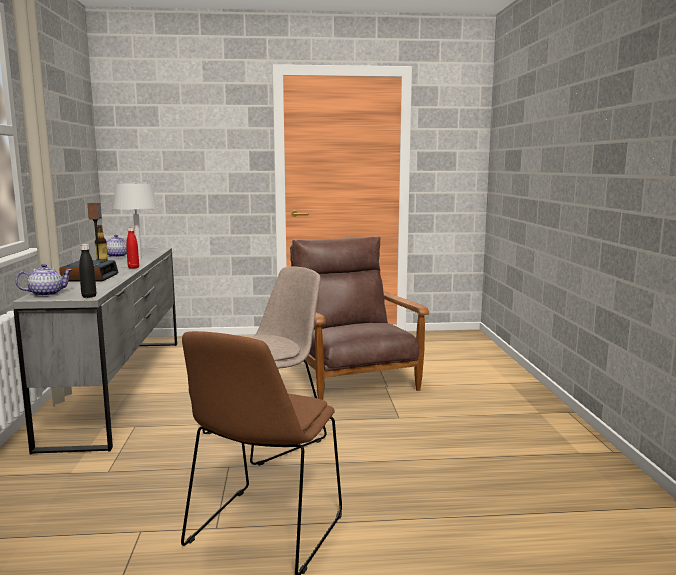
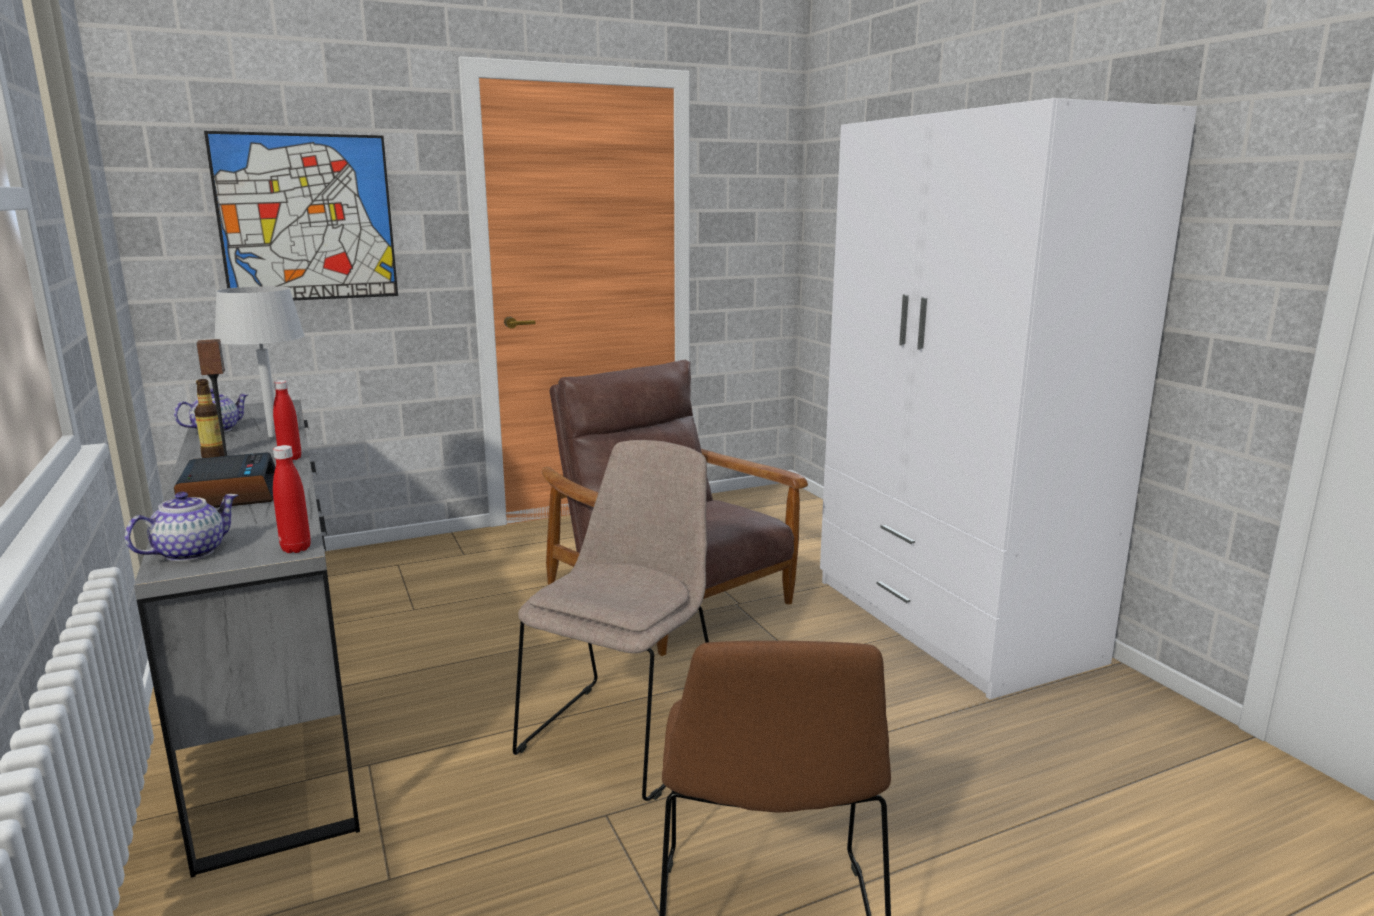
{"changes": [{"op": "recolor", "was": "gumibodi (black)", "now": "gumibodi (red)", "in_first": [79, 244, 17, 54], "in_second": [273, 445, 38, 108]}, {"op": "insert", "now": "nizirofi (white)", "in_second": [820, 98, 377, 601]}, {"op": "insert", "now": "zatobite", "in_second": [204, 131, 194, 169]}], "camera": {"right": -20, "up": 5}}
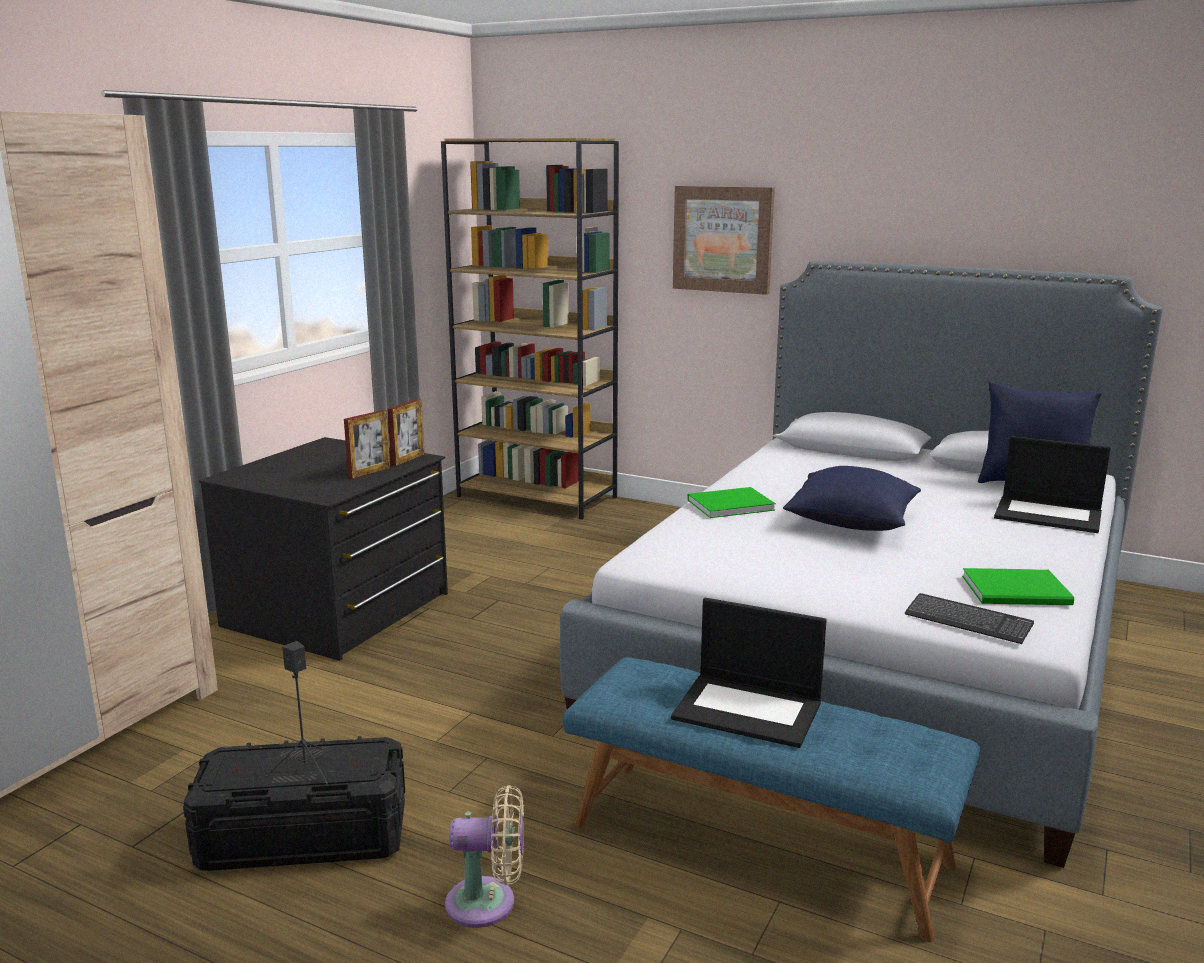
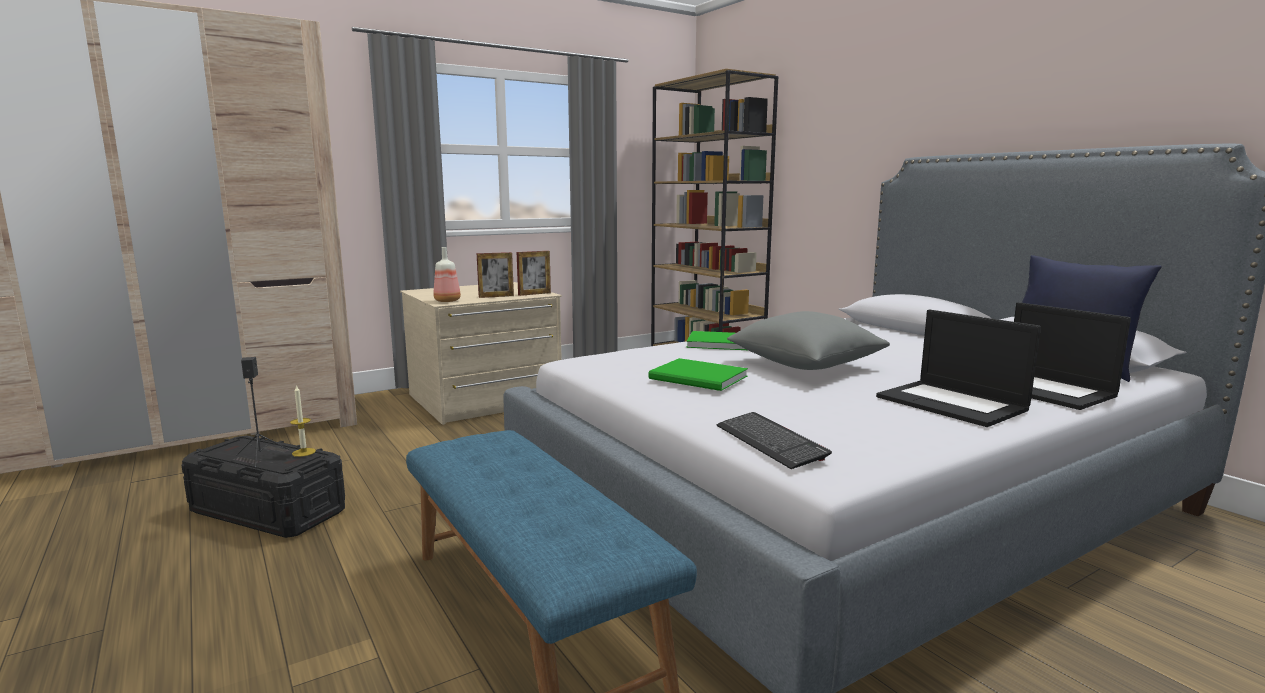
{"changes": [{"op": "delete", "was": "zatobite", "in_first": [673, 186, 102, 109]}, {"op": "recolor", "was": "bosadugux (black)", "now": "bosadugux (beige)", "in_first": [199, 437, 249, 224], "in_second": [400, 282, 162, 143]}, {"op": "recolor", "was": "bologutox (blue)", "now": "bologutox (grey)", "in_first": [783, 466, 138, 65], "in_second": [727, 311, 163, 59]}, {"op": "move", "was": "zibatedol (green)", "in_first": [962, 568, 112, 37], "in_second": [649, 358, 99, 33]}, {"op": "move", "was": "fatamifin", "in_first": [671, 598, 156, 150], "in_second": [876, 310, 165, 117]}, {"op": "delete", "was": "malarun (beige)", "in_first": [445, 785, 79, 143]}, {"op": "insert", "now": "gumibodi", "in_second": [434, 247, 27, 55]}, {"op": "insert", "now": "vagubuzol", "in_second": [290, 385, 26, 72]}], "camera": {"right": 30, "up": -5}}
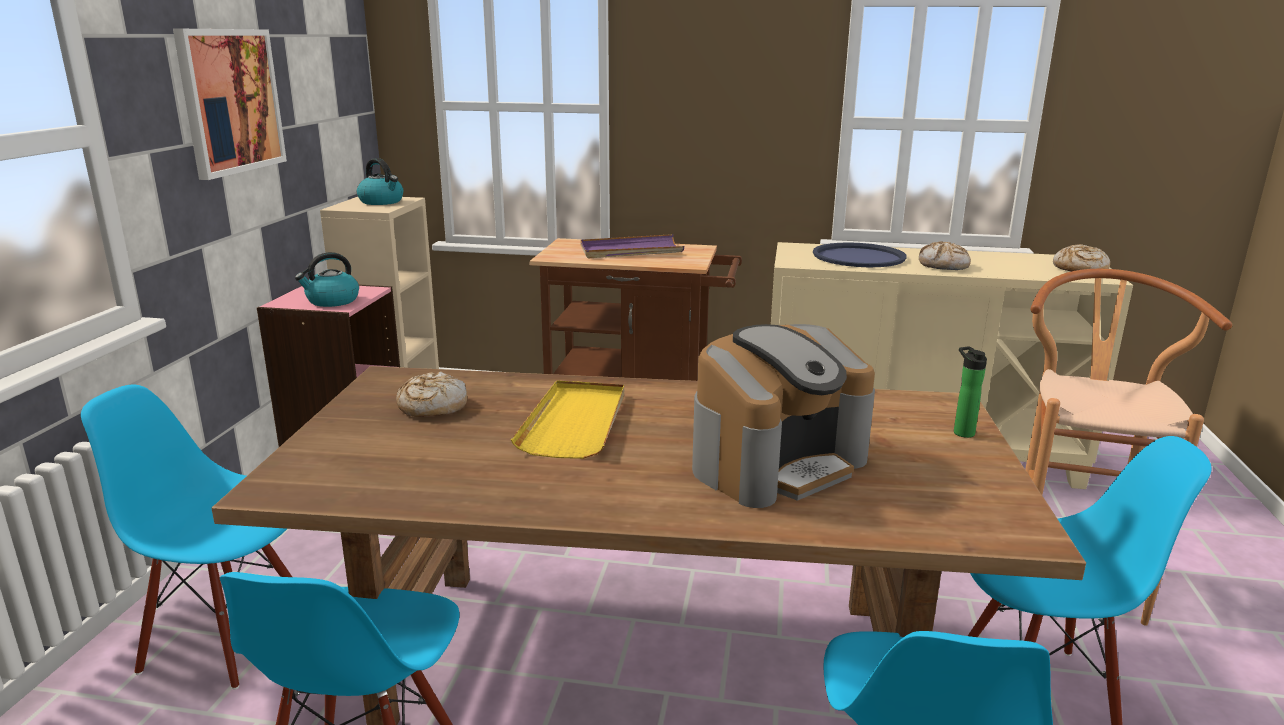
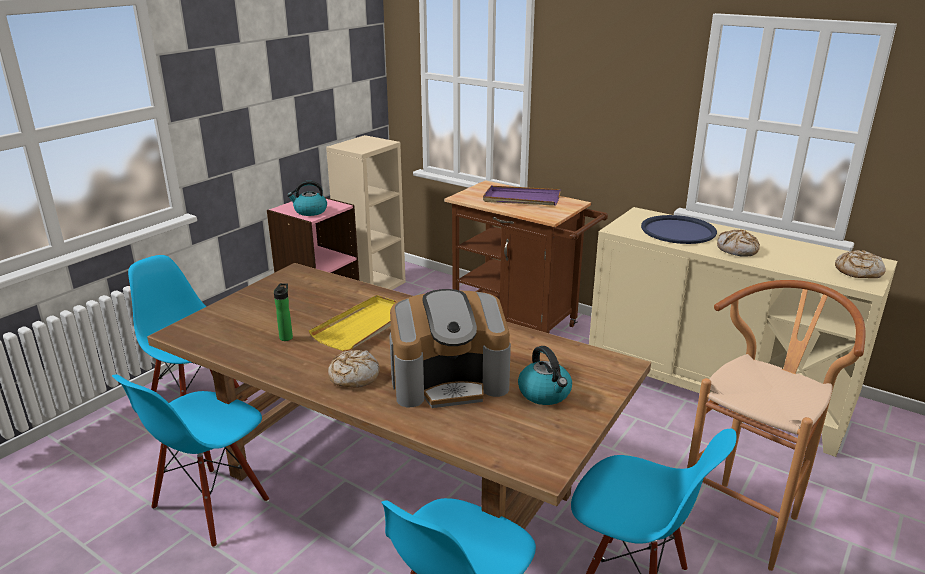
{"changes": [{"op": "delete", "was": "zatobite", "in_first": [173, 29, 114, 151]}, {"op": "move", "was": "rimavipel", "in_first": [357, 158, 46, 47], "in_second": [518, 346, 54, 59]}, {"op": "move", "was": "gumibodi", "in_first": [954, 346, 33, 92], "in_second": [274, 283, 19, 58]}, {"op": "move", "was": "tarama", "in_first": [396, 371, 71, 46], "in_second": [328, 350, 51, 38]}], "camera": {"right": 25, "up": 5}}
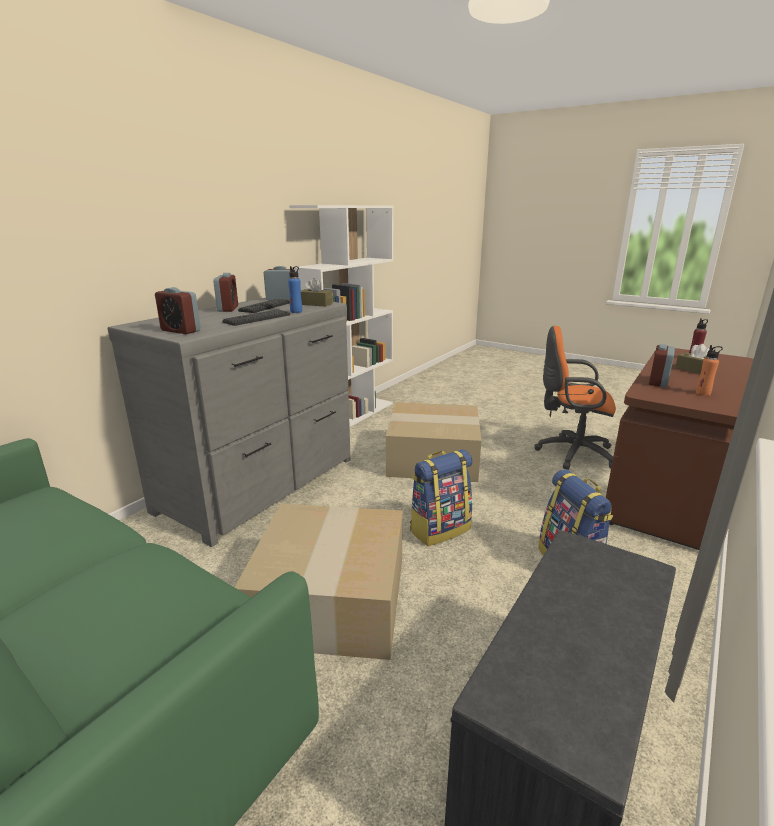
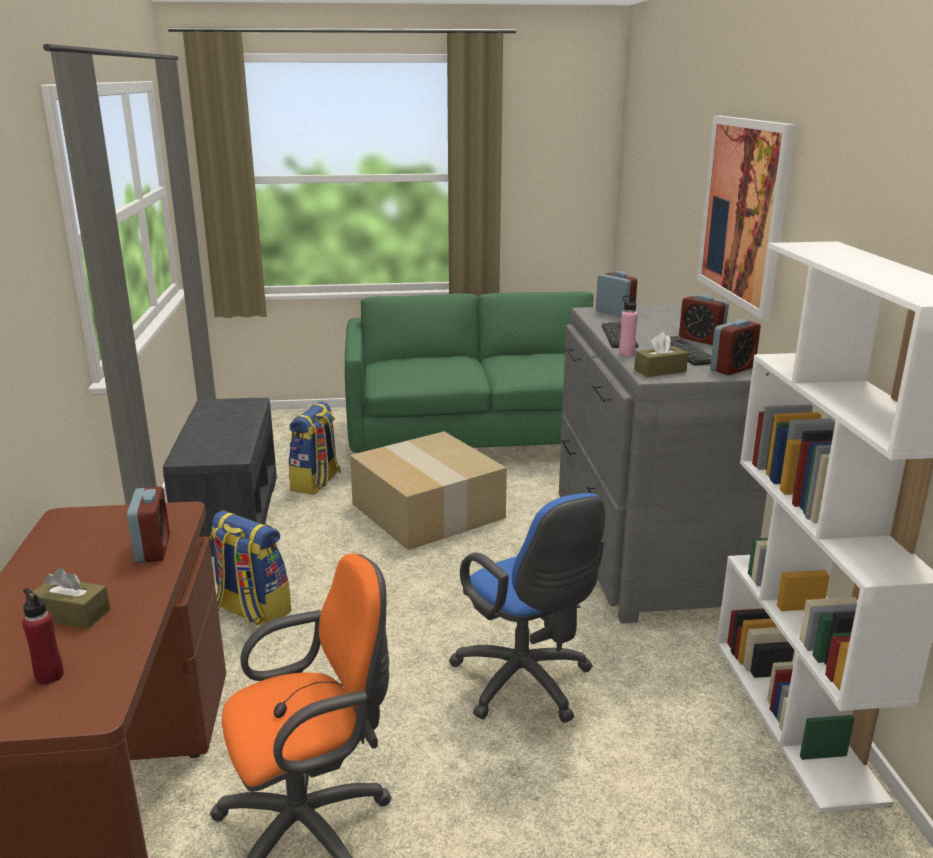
{"changes": [{"op": "recolor", "was": "gumibodi (blue)", "now": "gumibodi (pink)", "in_first": [288, 266, 14, 47], "in_second": [619, 295, 19, 61]}, {"op": "rotate", "was": "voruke", "in_first": [155, 287, 46, 47], "in_second": [596, 271, 41, 46], "clockwise": 60}, {"op": "delete", "was": "gumibodi (orange)", "in_first": [696, 345, 27, 51]}, {"op": "replace", "was": "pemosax", "now": "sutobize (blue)", "in_first": [386, 402, 95, 80], "in_second": [449, 493, 156, 230]}, {"op": "move", "was": "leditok", "in_first": [410, 449, 62, 97], "in_second": [289, 402, 52, 93]}, {"op": "insert", "now": "zatobite", "in_second": [697, 116, 99, 204]}], "camera": {"right": 140, "up": 0}}
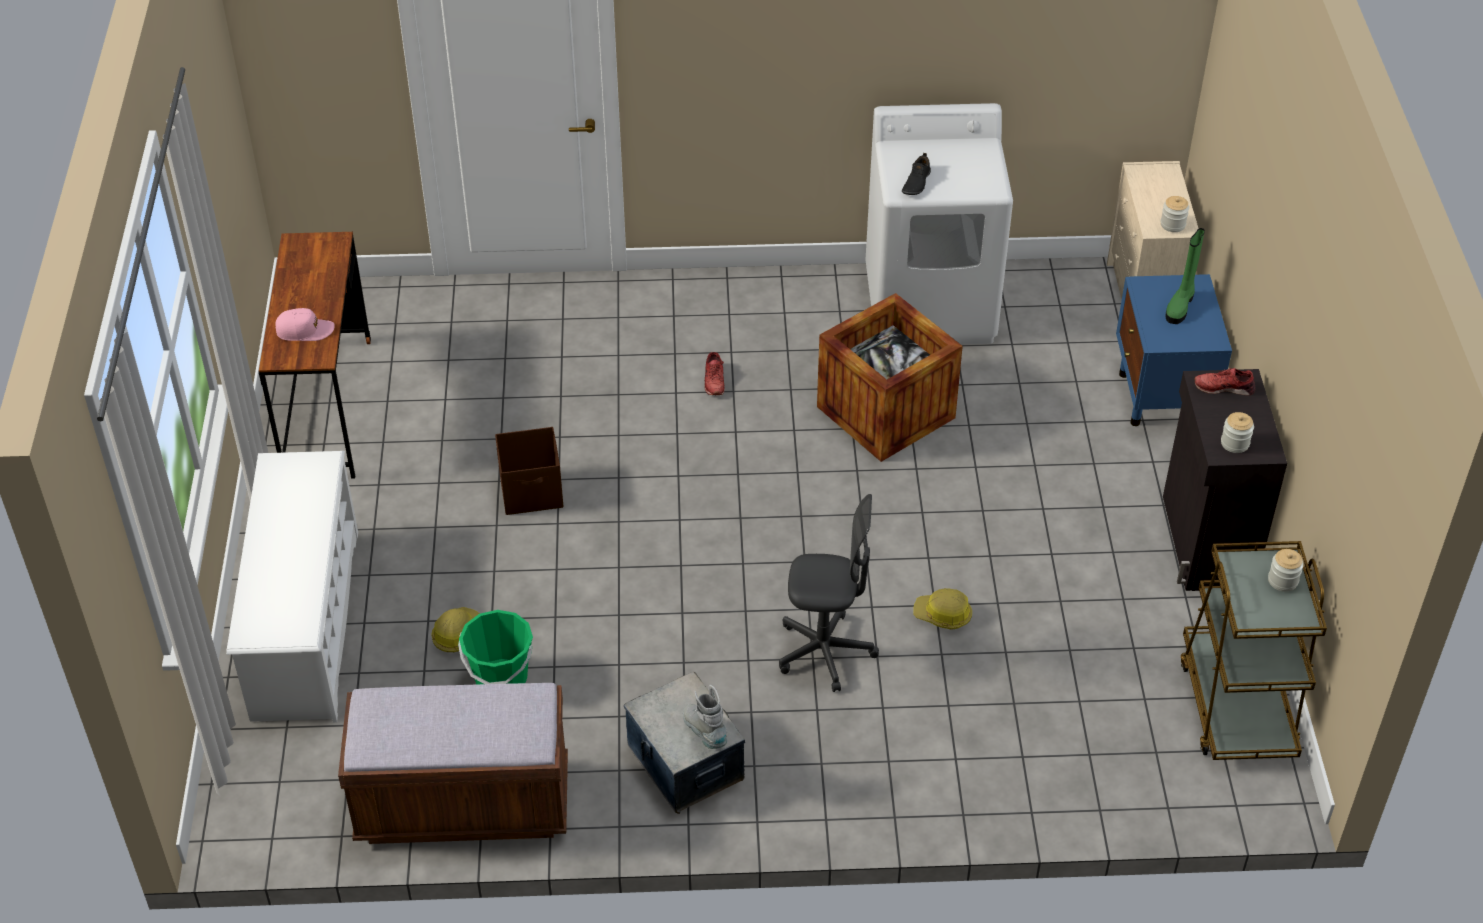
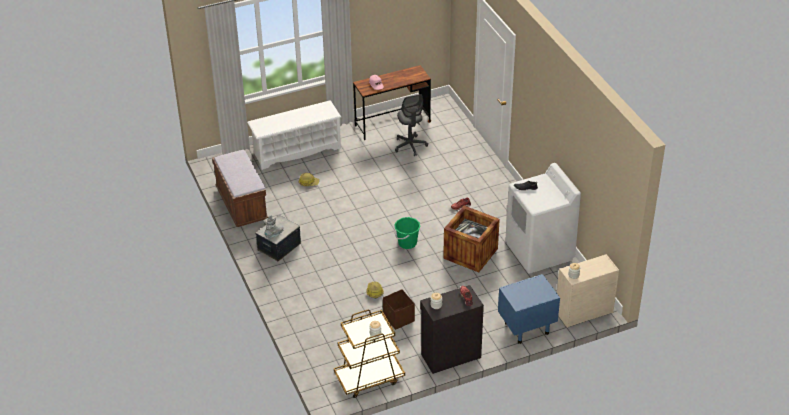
{"changes": [{"op": "delete", "was": "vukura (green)", "in_first": [1166, 228, 39, 96]}, {"op": "move", "was": "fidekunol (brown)", "in_first": [495, 427, 68, 88], "in_second": [383, 289, 32, 41]}, {"op": "move", "was": "sutobize (grey)", "in_first": [779, 494, 100, 198], "in_second": [395, 94, 33, 62]}, {"op": "move", "was": "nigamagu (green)", "in_first": [458, 610, 75, 74], "in_second": [394, 217, 26, 32]}], "camera": {"right": 70, "up": -5}}
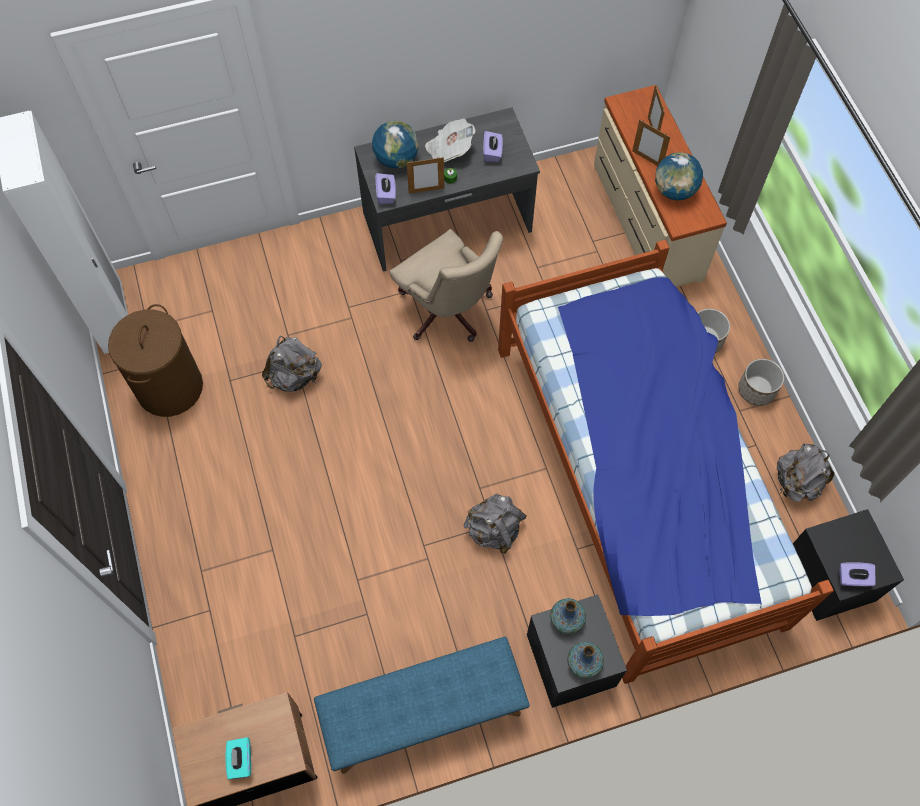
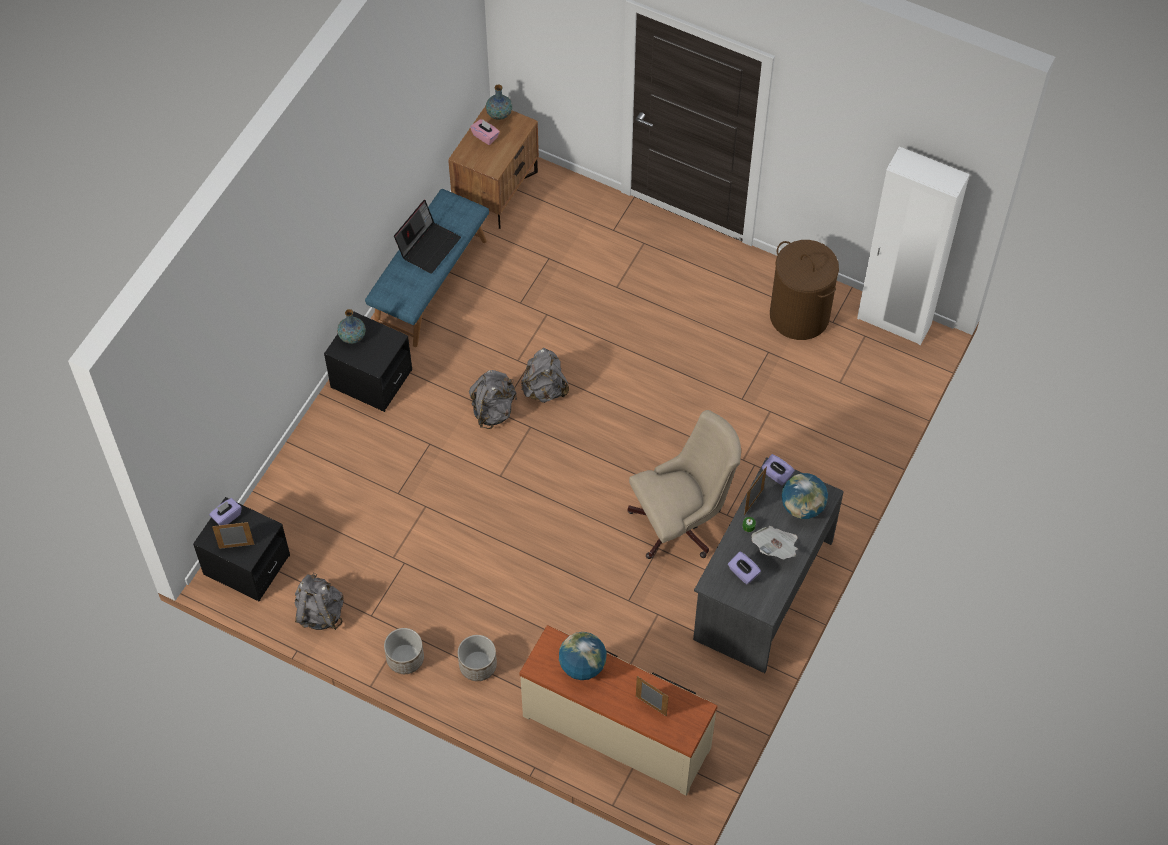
{"changes": [{"op": "move", "was": "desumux", "in_first": [632, 120, 38, 46], "in_second": [212, 522, 42, 27]}, {"op": "rotate", "was": "sutobize (beige)", "in_first": [390, 229, 113, 113], "in_second": [627, 410, 114, 149], "clockwise": 150}, {"op": "delete", "was": "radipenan", "in_first": [498, 240, 336, 444]}, {"op": "move", "was": "leditok (grey)", "in_first": [262, 336, 60, 56], "in_second": [521, 348, 48, 55]}, {"op": "move", "was": "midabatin", "in_first": [550, 598, 36, 37], "in_second": [486, 84, 26, 36]}, {"op": "recolor", "was": "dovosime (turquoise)", "now": "dovosime (pink)", "in_first": [226, 737, 25, 42], "in_second": [470, 119, 30, 26]}, {"op": "insert", "now": "fatamifin", "in_second": [394, 200, 67, 74]}], "camera": {"right": 135, "up": -5}}
